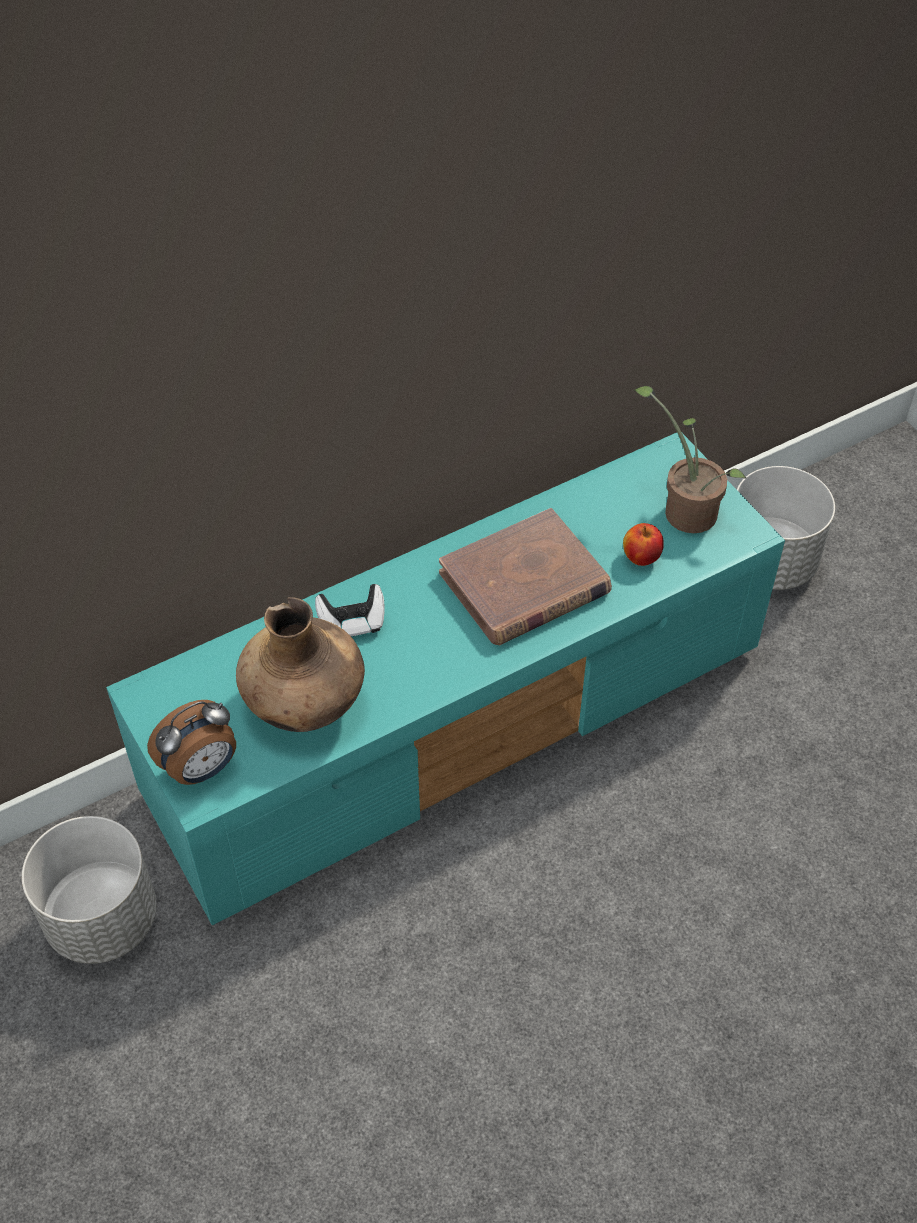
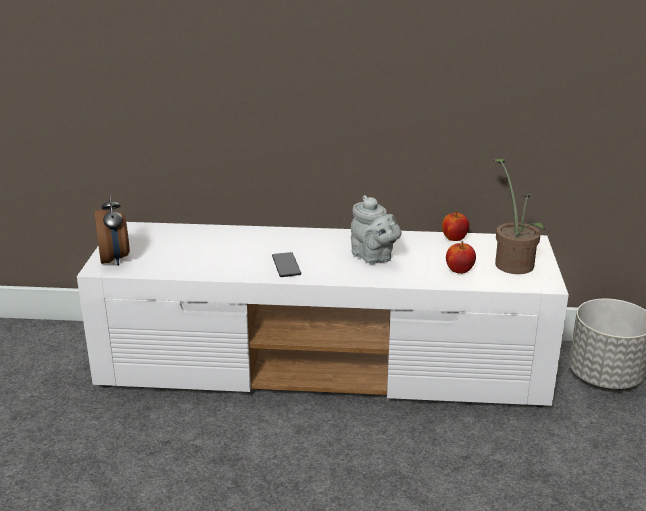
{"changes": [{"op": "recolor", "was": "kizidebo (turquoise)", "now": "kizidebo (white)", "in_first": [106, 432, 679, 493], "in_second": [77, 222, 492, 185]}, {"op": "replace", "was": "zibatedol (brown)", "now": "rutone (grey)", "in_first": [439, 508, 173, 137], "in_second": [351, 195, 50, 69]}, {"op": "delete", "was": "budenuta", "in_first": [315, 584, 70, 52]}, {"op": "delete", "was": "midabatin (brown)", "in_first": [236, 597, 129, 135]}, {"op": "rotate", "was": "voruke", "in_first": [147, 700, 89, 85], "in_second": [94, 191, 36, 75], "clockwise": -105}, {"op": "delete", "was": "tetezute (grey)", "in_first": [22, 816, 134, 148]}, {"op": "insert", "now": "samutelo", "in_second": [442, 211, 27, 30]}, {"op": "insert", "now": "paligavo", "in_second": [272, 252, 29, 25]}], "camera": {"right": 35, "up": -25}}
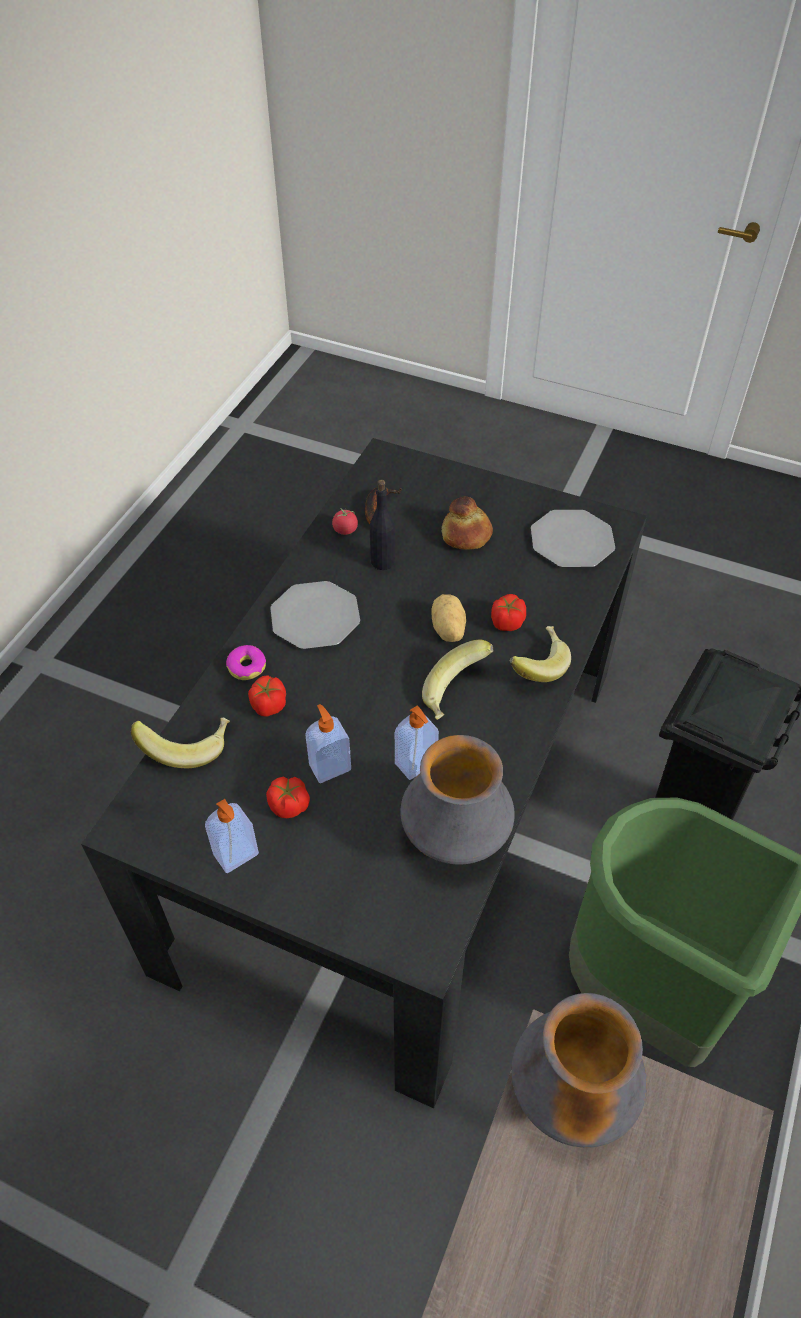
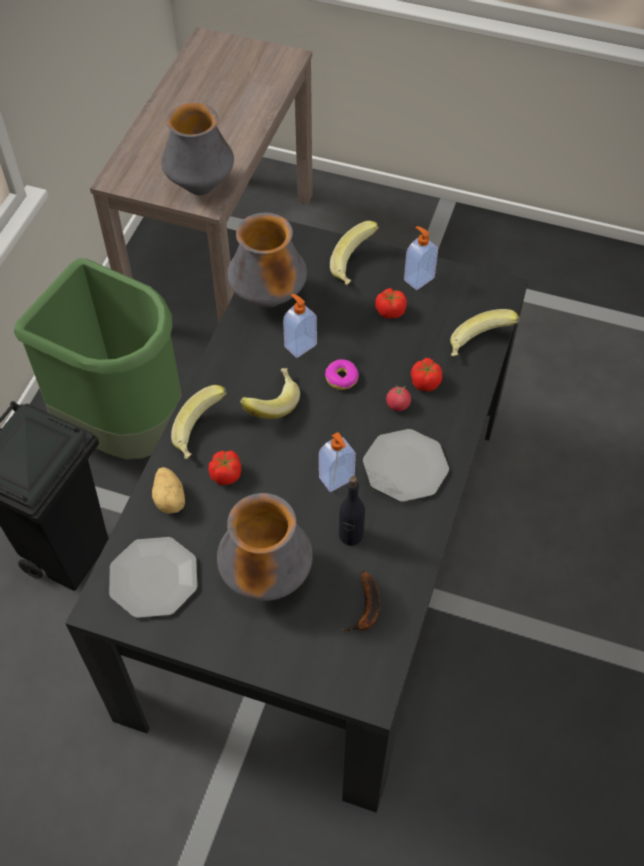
{"changes": [{"op": "replace", "was": "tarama", "now": "midabatin", "in_first": [441, 496, 52, 54], "in_second": [217, 493, 96, 108]}, {"op": "move", "was": "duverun", "in_first": [332, 508, 26, 27], "in_second": [386, 385, 25, 26]}, {"op": "move", "was": "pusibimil", "in_first": [432, 594, 34, 48], "in_second": [152, 467, 33, 47]}, {"op": "move", "was": "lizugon", "in_first": [226, 645, 40, 35], "in_second": [325, 359, 34, 31]}, {"op": "move", "was": "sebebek", "in_first": [305, 704, 46, 79], "in_second": [319, 432, 37, 60]}, {"op": "insert", "now": "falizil", "in_second": [330, 221, 49, 64]}], "camera": {"right": 175, "up": 5}}
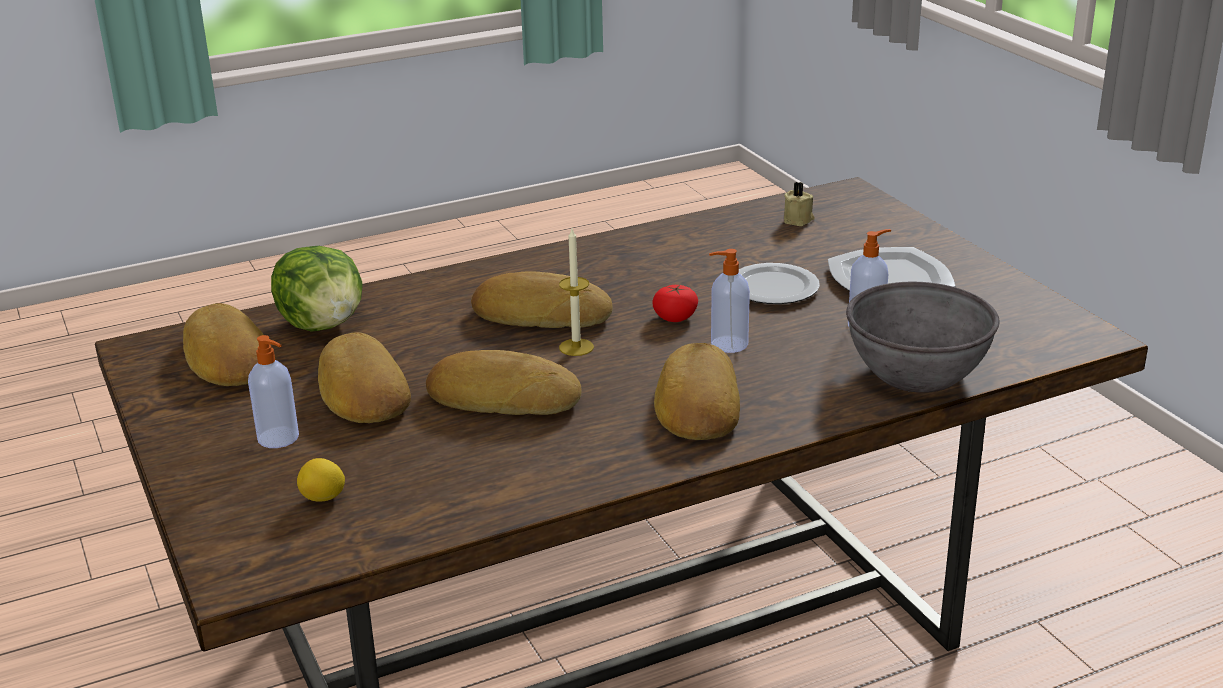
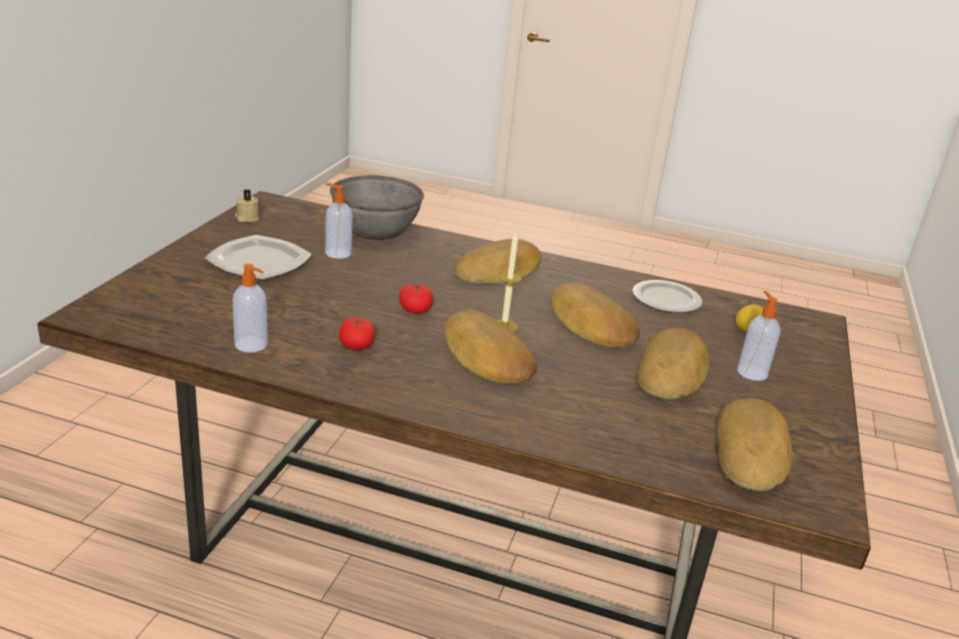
{"changes": [{"op": "move", "was": "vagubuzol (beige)", "in_first": [784, 182, 31, 44], "in_second": [235, 189, 25, 33]}, {"op": "delete", "was": "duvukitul", "in_first": [271, 246, 92, 86]}, {"op": "move", "was": "sebebek", "in_first": [709, 249, 41, 104], "in_second": [233, 264, 35, 89]}, {"op": "move", "was": "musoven", "in_first": [739, 263, 81, 41], "in_second": [632, 280, 70, 33]}, {"op": "insert", "now": "duverun", "in_second": [339, 317, 36, 33]}], "camera": {"right": -140, "up": 0}}
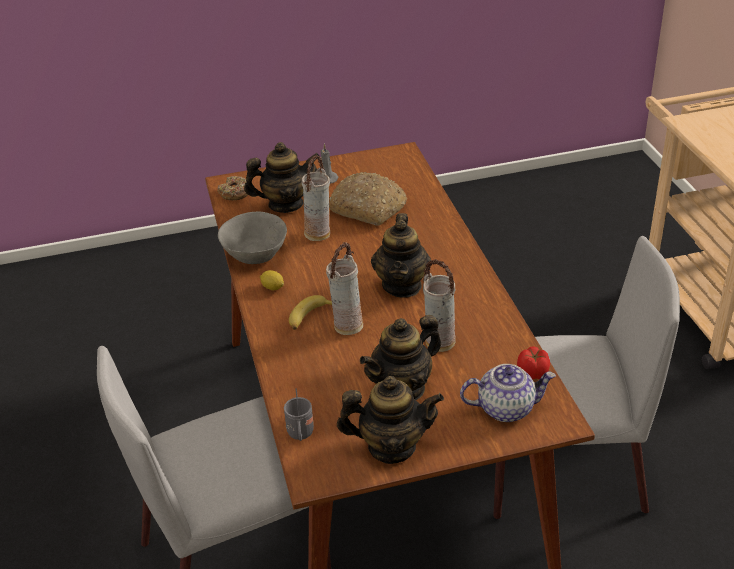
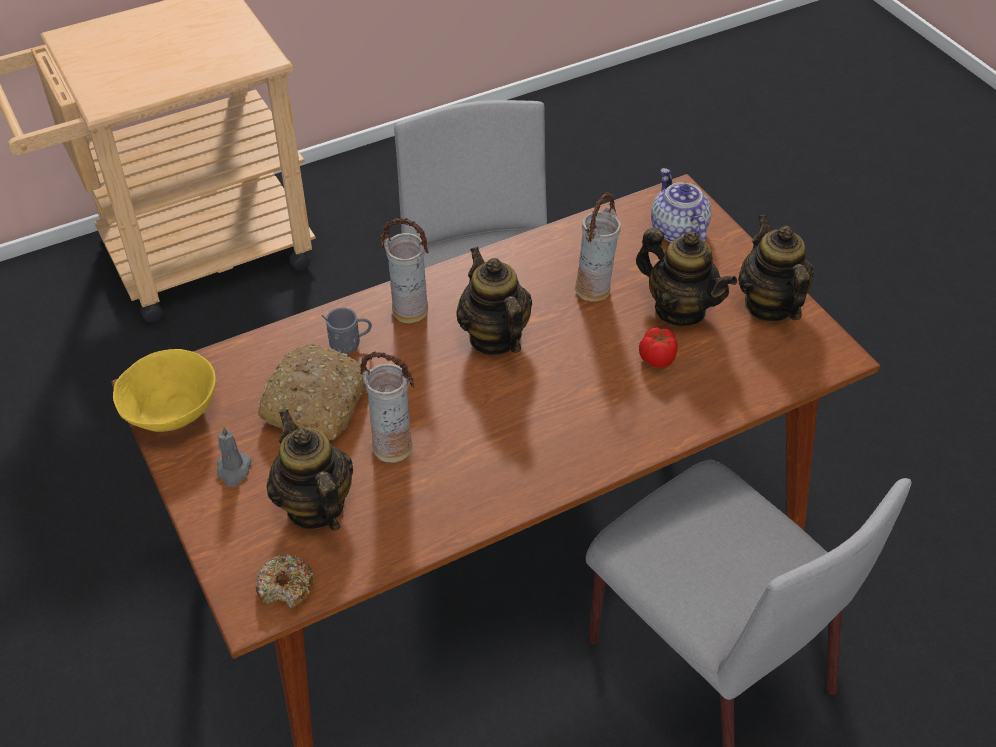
{"changes": [{"op": "delete", "was": "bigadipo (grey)", "in_first": [218, 212, 69, 52]}, {"op": "rotate", "was": "rutone", "in_first": [371, 213, 60, 85], "in_second": [456, 247, 76, 108], "clockwise": -105}, {"op": "move", "was": "midabatin", "in_first": [326, 242, 37, 93], "in_second": [380, 218, 49, 105]}, {"op": "delete", "was": "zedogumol", "in_first": [260, 270, 24, 20]}, {"op": "delete", "was": "falizil", "in_first": [289, 295, 43, 35]}, {"op": "move", "was": "duverun", "in_first": [517, 346, 33, 33], "in_second": [639, 327, 39, 41]}, {"op": "move", "was": "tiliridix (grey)", "in_first": [284, 388, 30, 53], "in_second": [322, 307, 50, 47]}, {"op": "insert", "now": "bigadipo (yellow)", "in_second": [113, 349, 103, 83]}], "camera": {"right": -105, "up": 10}}
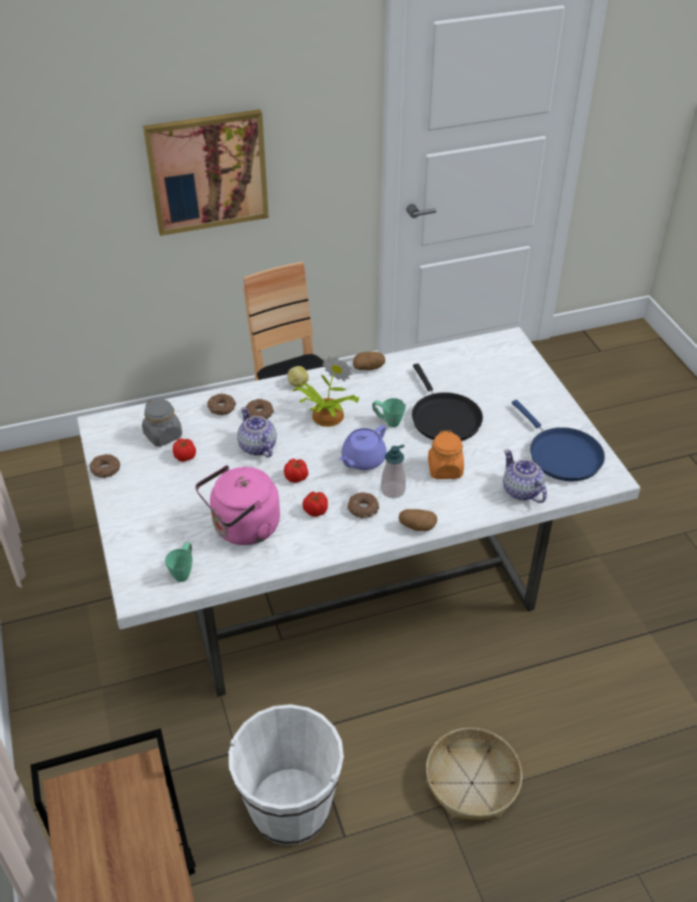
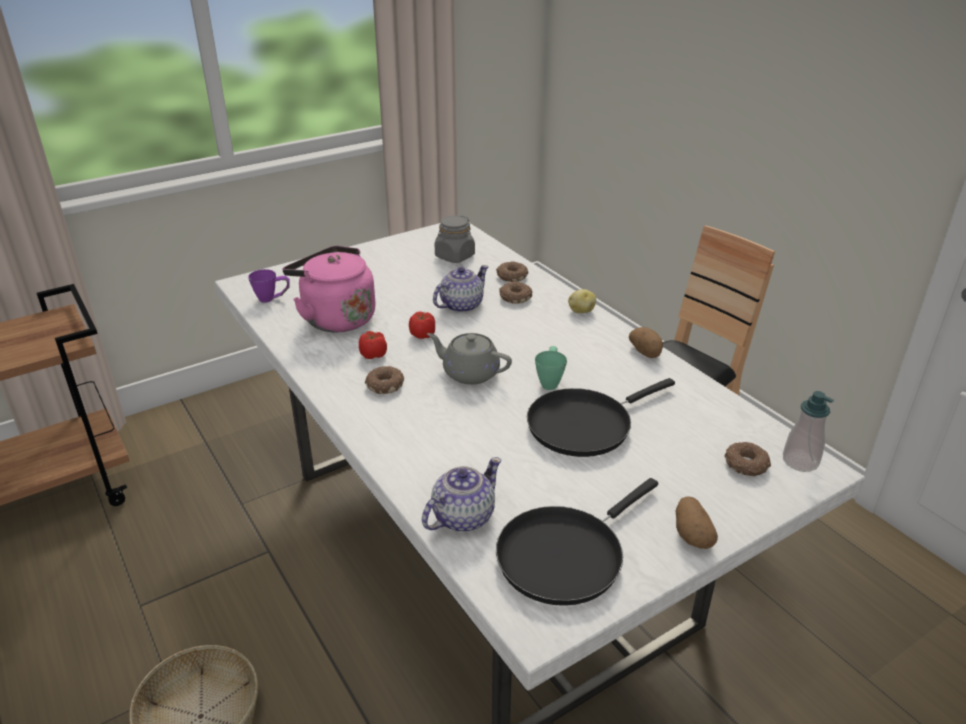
{"changes": [{"op": "delete", "was": "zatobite", "in_first": [143, 109, 126, 127]}, {"op": "delete", "was": "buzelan", "in_first": [292, 356, 67, 71]}, {"op": "recolor", "was": "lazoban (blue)", "now": "lazoban (black)", "in_first": [512, 400, 93, 81], "in_second": [496, 478, 162, 128]}, {"op": "recolor", "was": "rutone (purple)", "now": "rutone (grey)", "in_first": [339, 425, 48, 45], "in_second": [427, 333, 85, 52]}, {"op": "delete", "was": "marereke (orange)", "in_first": [428, 431, 36, 48]}, {"op": "delete", "was": "duverun", "in_first": [173, 438, 23, 24]}, {"op": "move", "was": "sebebek", "in_first": [381, 444, 25, 54], "in_second": [783, 391, 51, 81]}, {"op": "move", "was": "lizugon", "in_first": [90, 454, 30, 24], "in_second": [724, 442, 47, 34]}, {"op": "move", "was": "pusibimil", "in_first": [399, 509, 38, 22], "in_second": [675, 496, 43, 53]}, {"op": "recolor", "was": "tiliridix (green)", "now": "tiliridix (purple)", "in_first": [165, 542, 28, 40], "in_second": [248, 269, 42, 34]}, {"op": "delete", "was": "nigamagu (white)", "in_first": [229, 704, 115, 141]}], "camera": {"right": 75, "up": -10}}
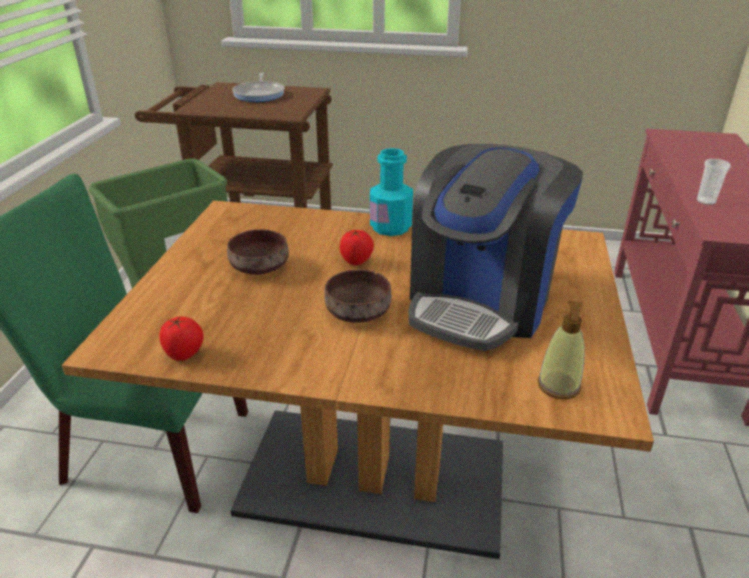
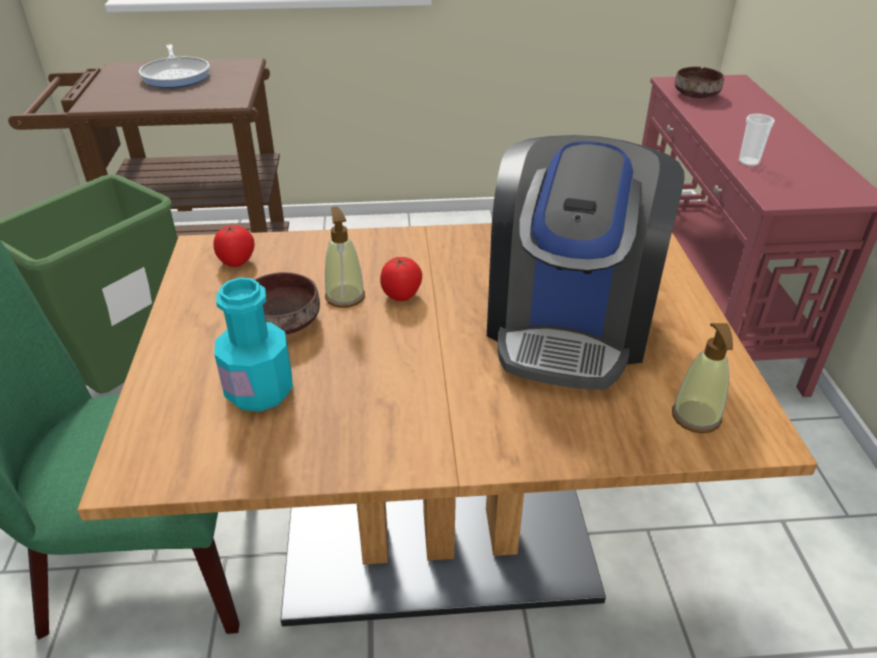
{"changes": [{"op": "move", "was": "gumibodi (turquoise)", "in_first": [370, 148, 43, 88], "in_second": [214, 277, 79, 135]}, {"op": "move", "was": "bigadipo (brown)", "in_first": [324, 269, 67, 54], "in_second": [675, 67, 49, 31]}, {"op": "move", "was": "duverun", "in_first": [159, 316, 45, 45], "in_second": [213, 225, 41, 42]}, {"op": "insert", "now": "sebebek", "in_second": [325, 207, 40, 101]}], "camera": {"right": -15, "up": 5}}
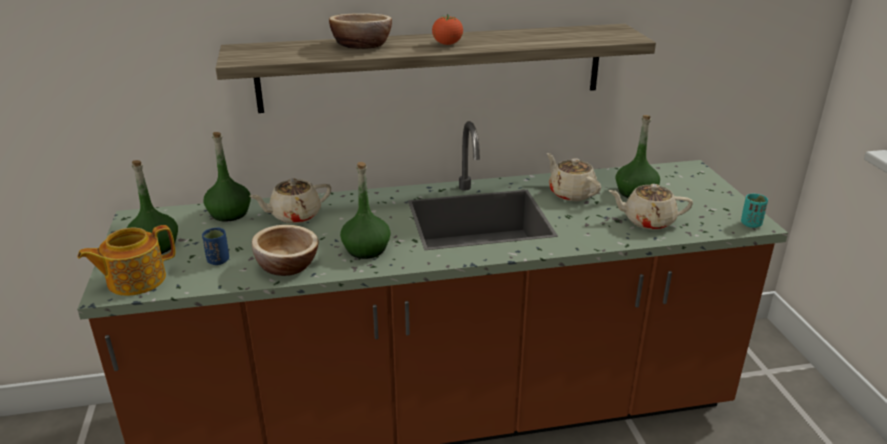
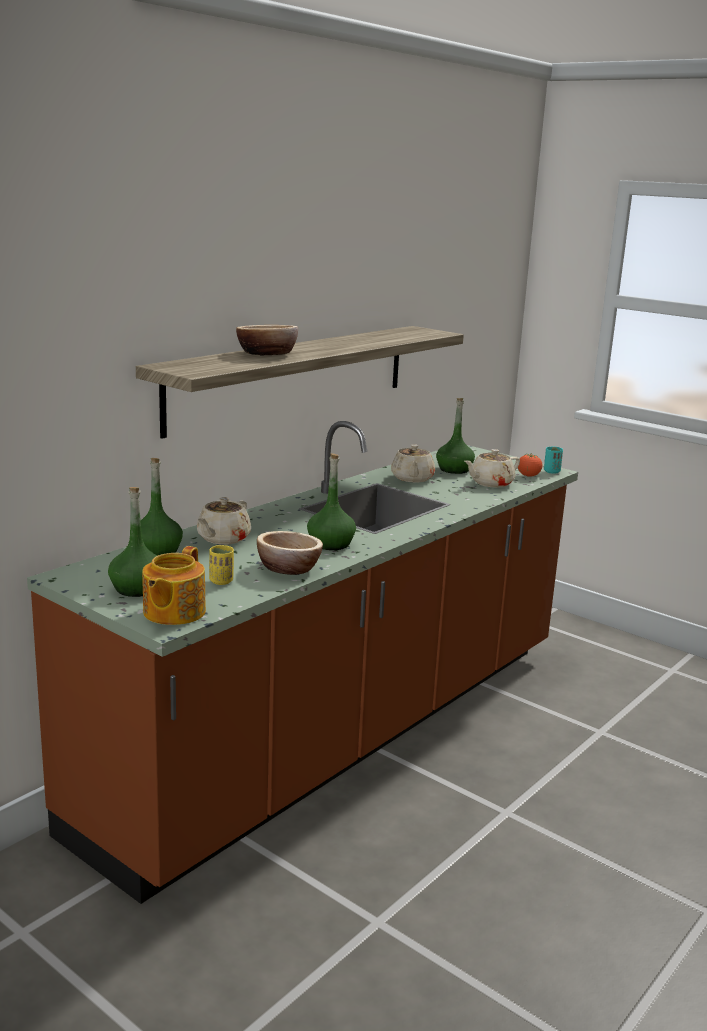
{"changes": [{"op": "move", "was": "duverun", "in_first": [432, 14, 31, 31], "in_second": [518, 454, 25, 23]}, {"op": "rotate", "was": "rutone (beige)", "in_first": [547, 153, 54, 48], "in_second": [391, 444, 44, 38], "clockwise": -105}, {"op": "recolor", "was": "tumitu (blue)", "now": "tumitu (yellow)", "in_first": [202, 228, 27, 37], "in_second": [209, 545, 25, 40]}], "camera": {"right": -40, "up": -10}}
